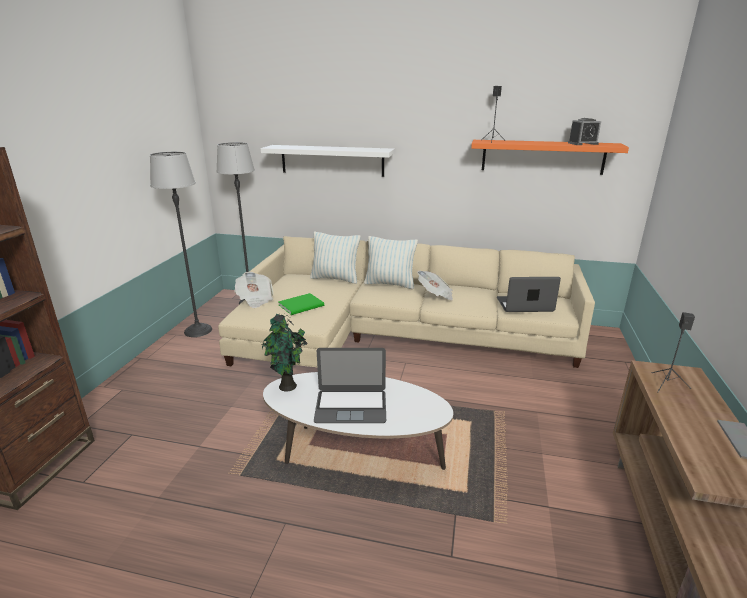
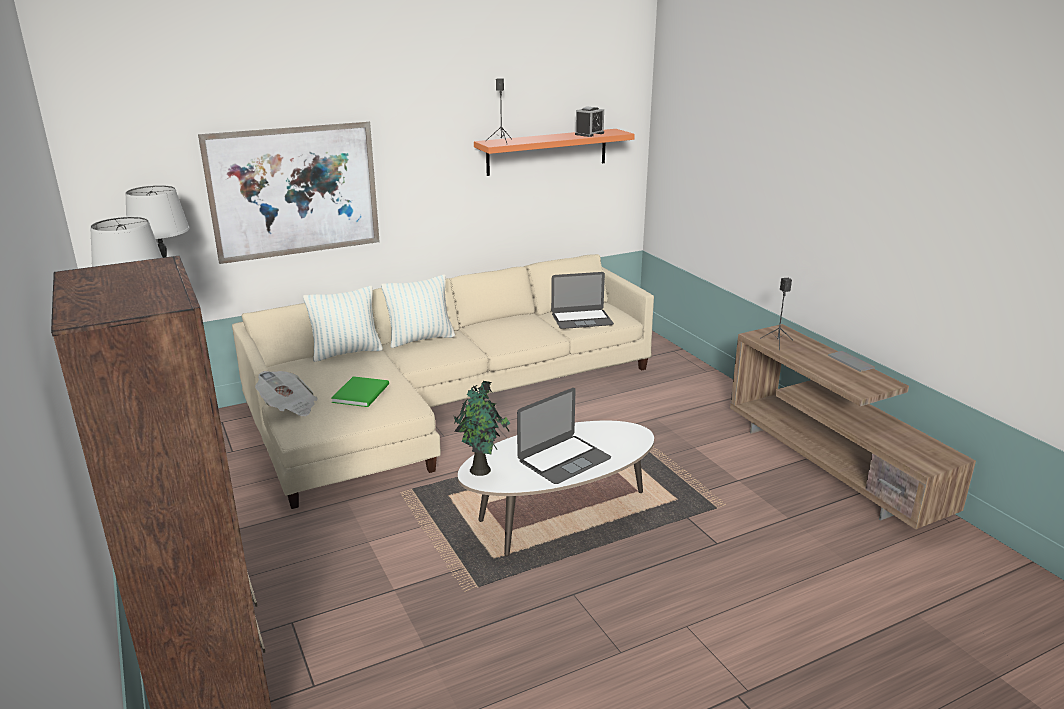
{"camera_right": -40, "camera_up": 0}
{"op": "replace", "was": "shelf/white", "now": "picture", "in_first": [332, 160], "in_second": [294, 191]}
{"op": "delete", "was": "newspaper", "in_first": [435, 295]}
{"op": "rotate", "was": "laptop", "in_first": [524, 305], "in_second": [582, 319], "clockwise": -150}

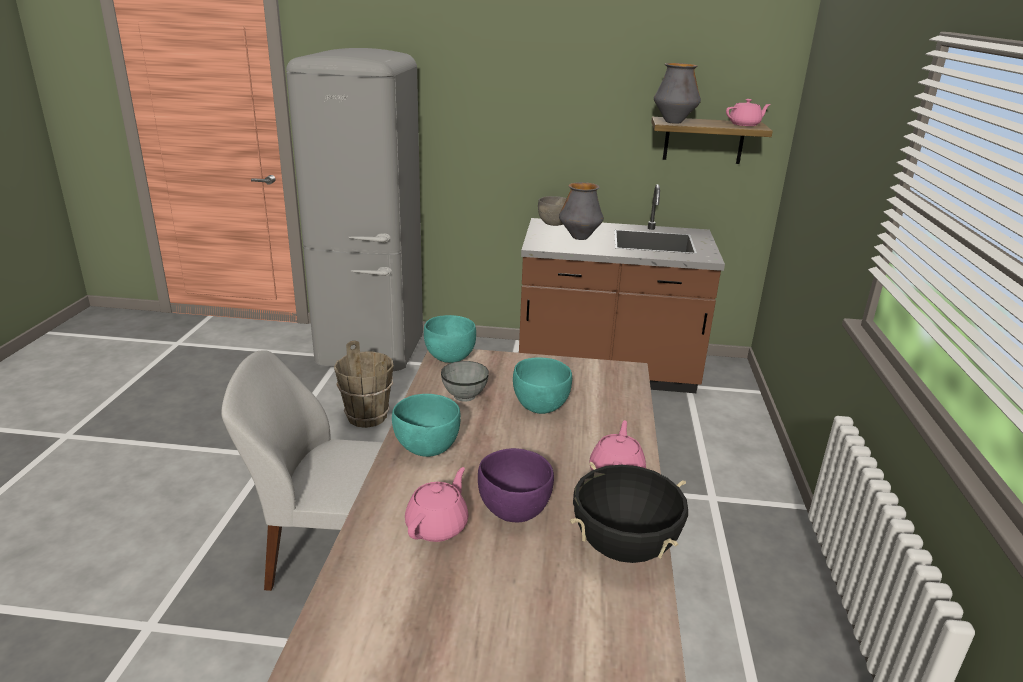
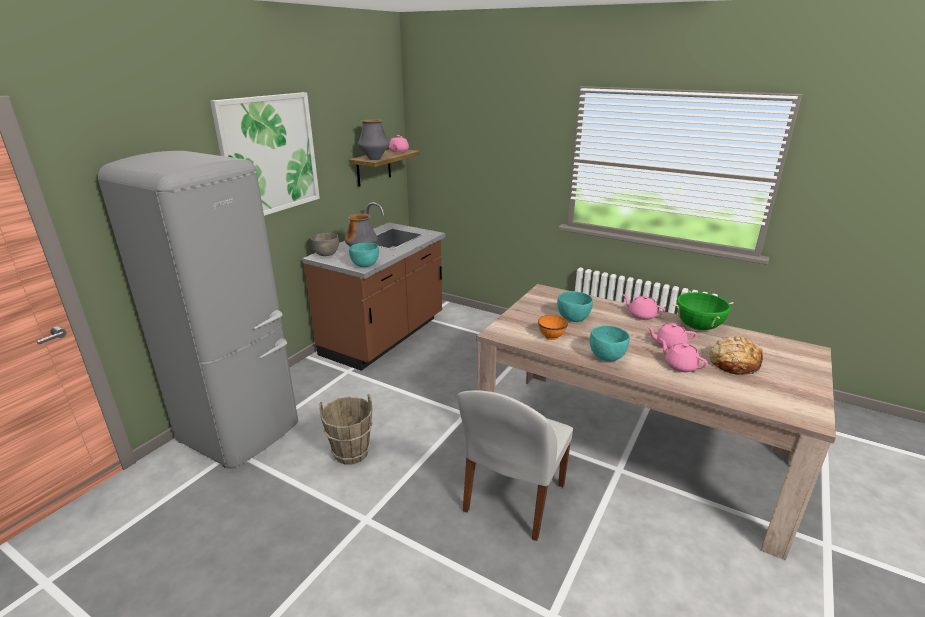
{"camera_right": -65, "camera_up": 0}
{"op": "move", "was": "bowl/turquoise", "in_first": [450, 358], "in_second": [365, 265]}
{"op": "recolor", "was": "bowl/grey", "now": "bowl/orange", "in_first": [464, 395], "in_second": [551, 336]}
{"op": "replace", "was": "bowl/purple", "now": "teapot/pink", "in_first": [513, 510], "in_second": [669, 345]}
{"op": "recolor", "was": "cooking pot/black", "now": "cooking pot/green", "in_first": [623, 547], "in_second": [698, 327]}
{"op": "insert", "now": "picture", "in_second": [269, 155]}
{"op": "insert", "now": "bread", "in_second": [734, 363]}

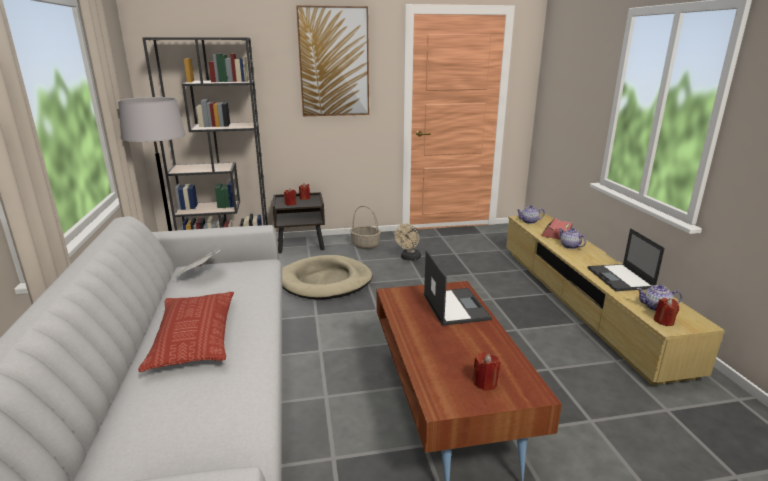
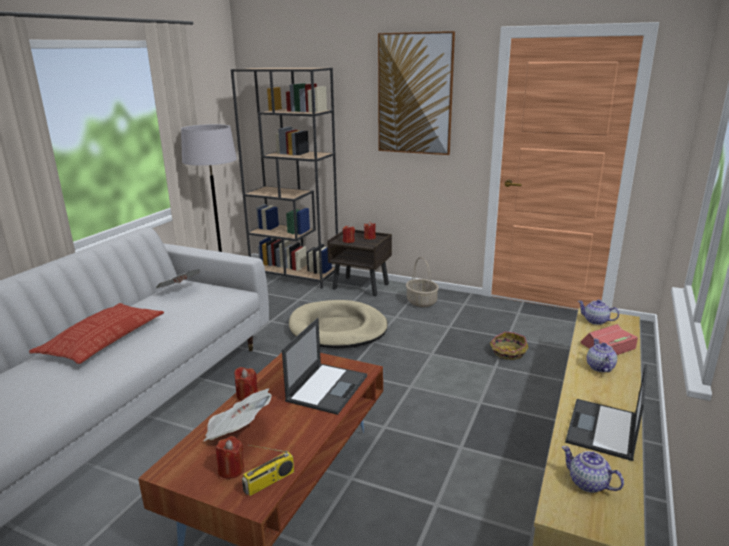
{"camera_right": 35, "camera_up": 0}
{"op": "delete", "was": "fan/beige", "in_first": [409, 258]}
{"op": "move", "was": "candle/red", "in_first": [664, 321], "in_second": [247, 395]}
{"op": "insert", "now": "newspaper", "in_second": [238, 430]}
{"op": "insert", "now": "radio", "in_second": [269, 482]}
{"op": "insert", "now": "basket", "in_second": [507, 352]}

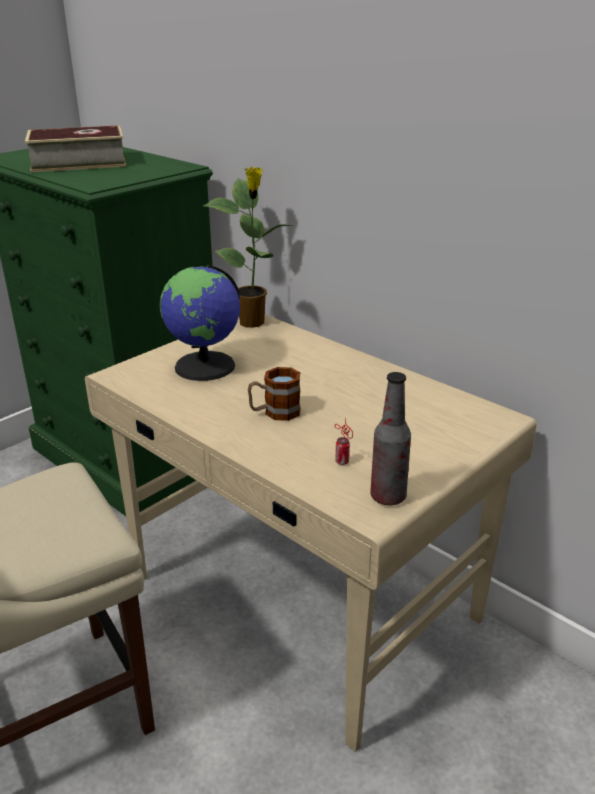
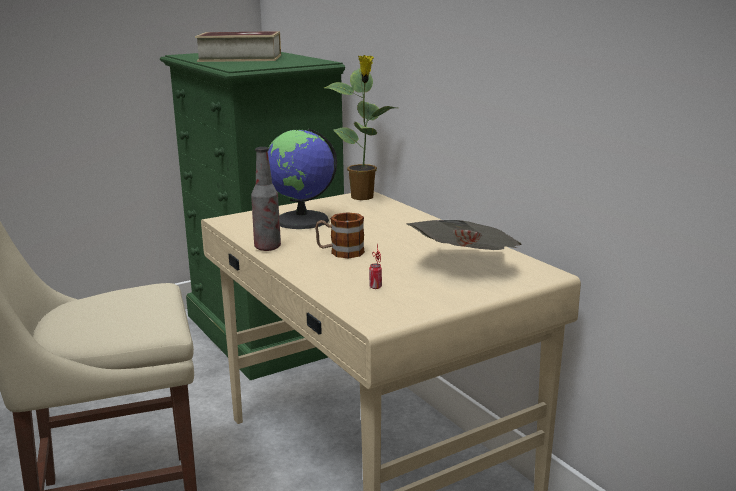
{"camera_right": 15, "camera_up": -10}
{"op": "move", "was": "bottle", "in_first": [388, 497], "in_second": [267, 247]}
{"op": "insert", "now": "newspaper", "in_second": [465, 265]}

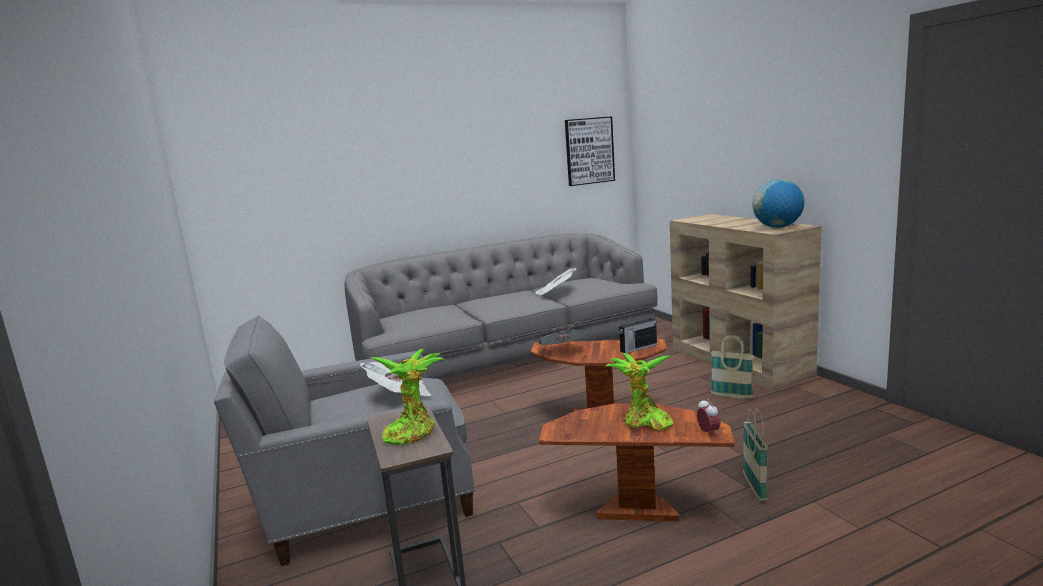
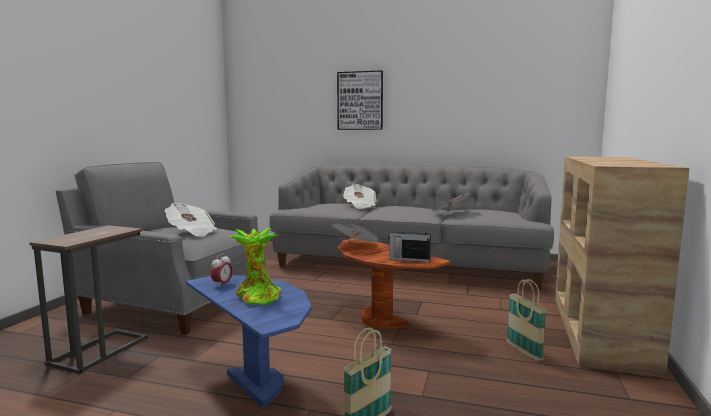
{"camera_right": 40, "camera_up": -5}
{"op": "delete", "was": "potted plant", "in_first": [412, 432]}
{"op": "recolor", "was": "side table/brown", "now": "side table/blue", "in_first": [637, 511], "in_second": [256, 385]}
{"op": "move", "was": "picture", "in_first": [589, 151], "in_second": [360, 100]}
{"op": "move", "was": "alarm clock", "in_first": [708, 432], "in_second": [222, 284]}
{"op": "delete", "was": "globe", "in_first": [777, 227]}
{"op": "insert", "now": "newspaper", "in_second": [360, 206]}

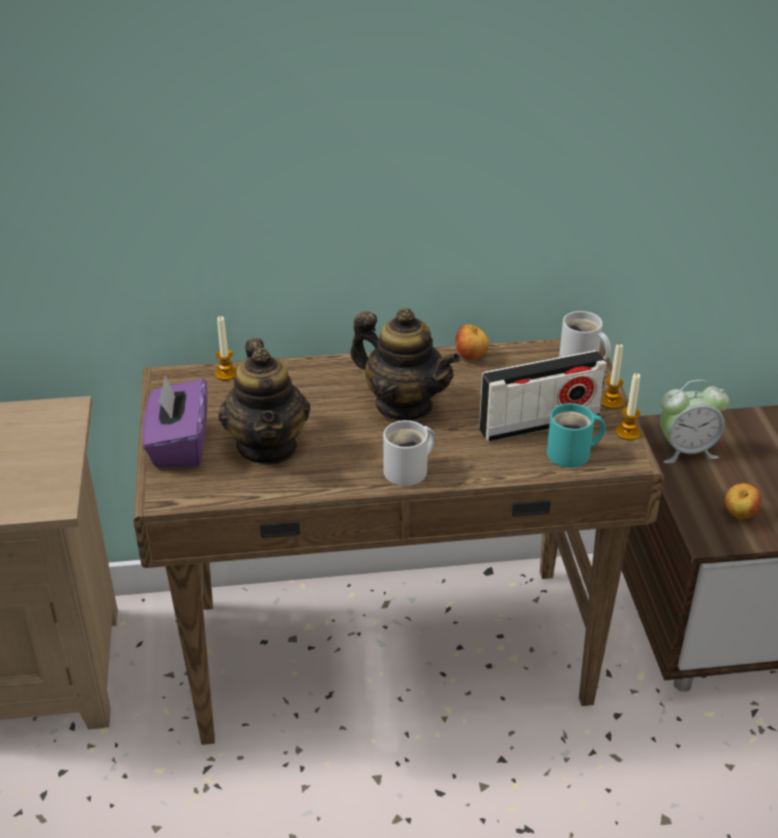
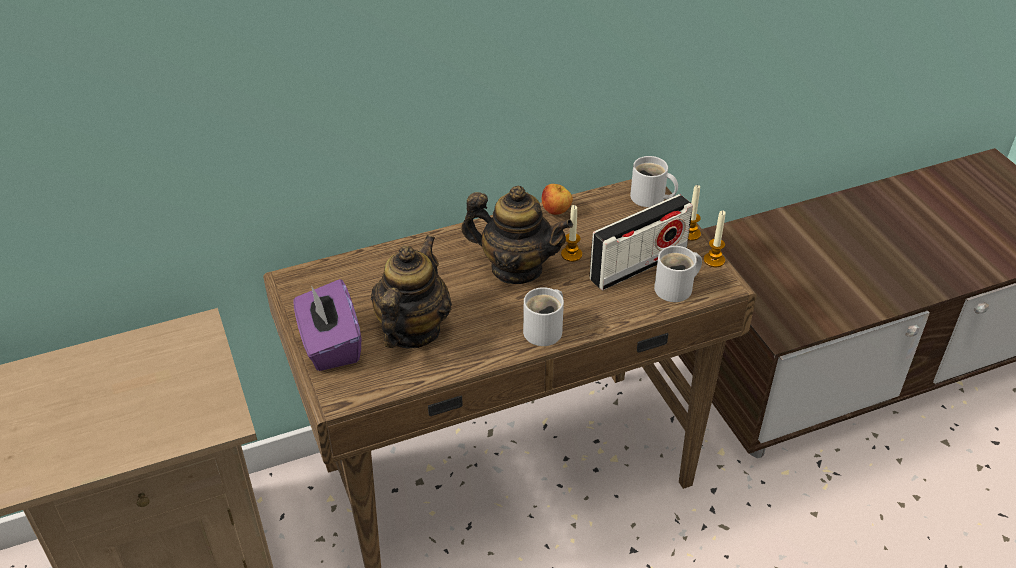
{"camera_right": -15, "camera_up": 5}
{"op": "move", "was": "candle", "in_first": [226, 373], "in_second": [571, 254]}
{"op": "rotate", "was": "teapot", "in_first": [268, 446], "in_second": [412, 330], "clockwise": -135}
{"op": "recolor", "was": "mug/turquoise", "now": "mug/white", "in_first": [573, 454], "in_second": [677, 288]}
{"op": "delete", "was": "alarm clock", "in_first": [686, 450]}
{"op": "delete", "was": "apple", "in_first": [739, 515]}

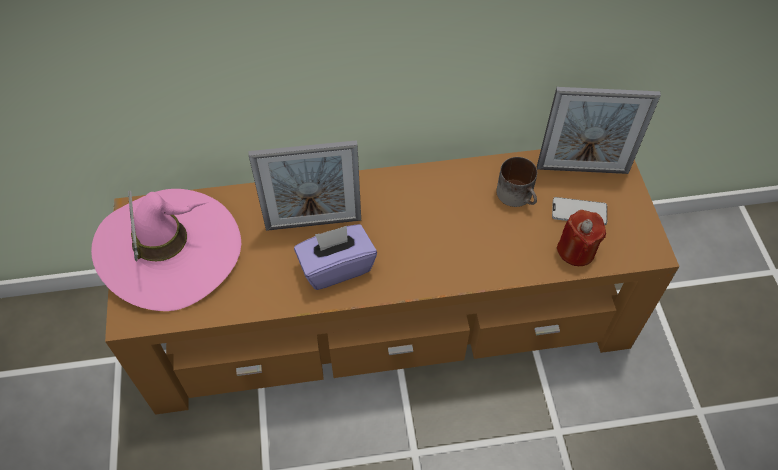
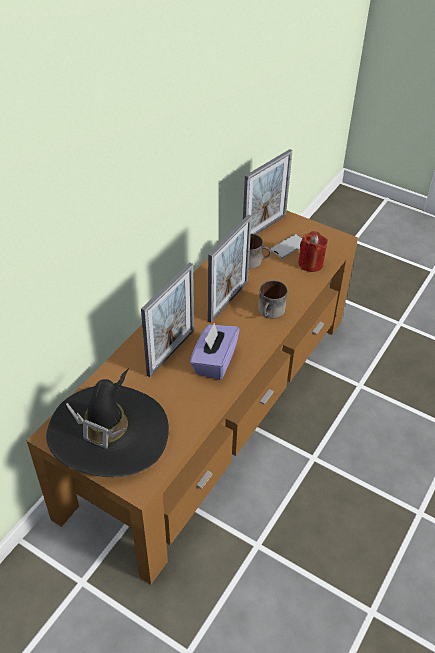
{"camera_right": -50, "camera_up": -10}
{"op": "recolor", "was": "hat/pink", "now": "hat/black", "in_first": [170, 250], "in_second": [108, 433]}
{"op": "insert", "now": "picture frame", "in_second": [228, 301]}
{"op": "insert", "now": "mug", "in_second": [271, 312]}

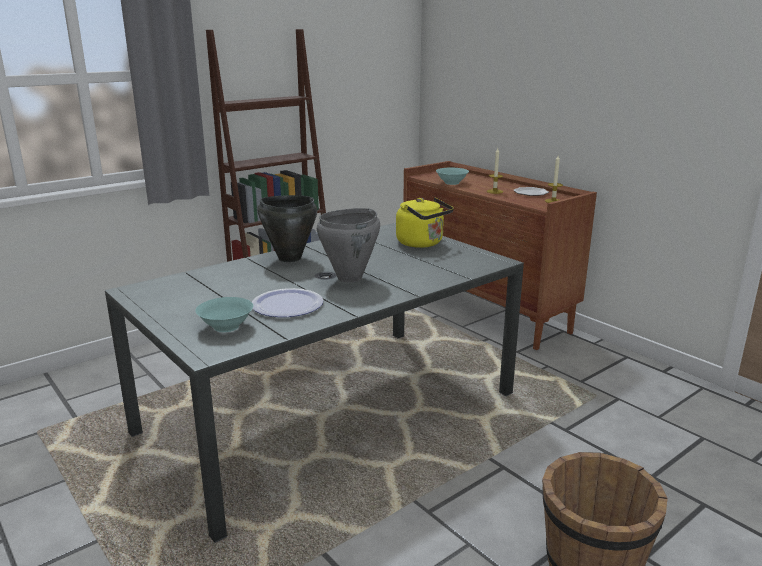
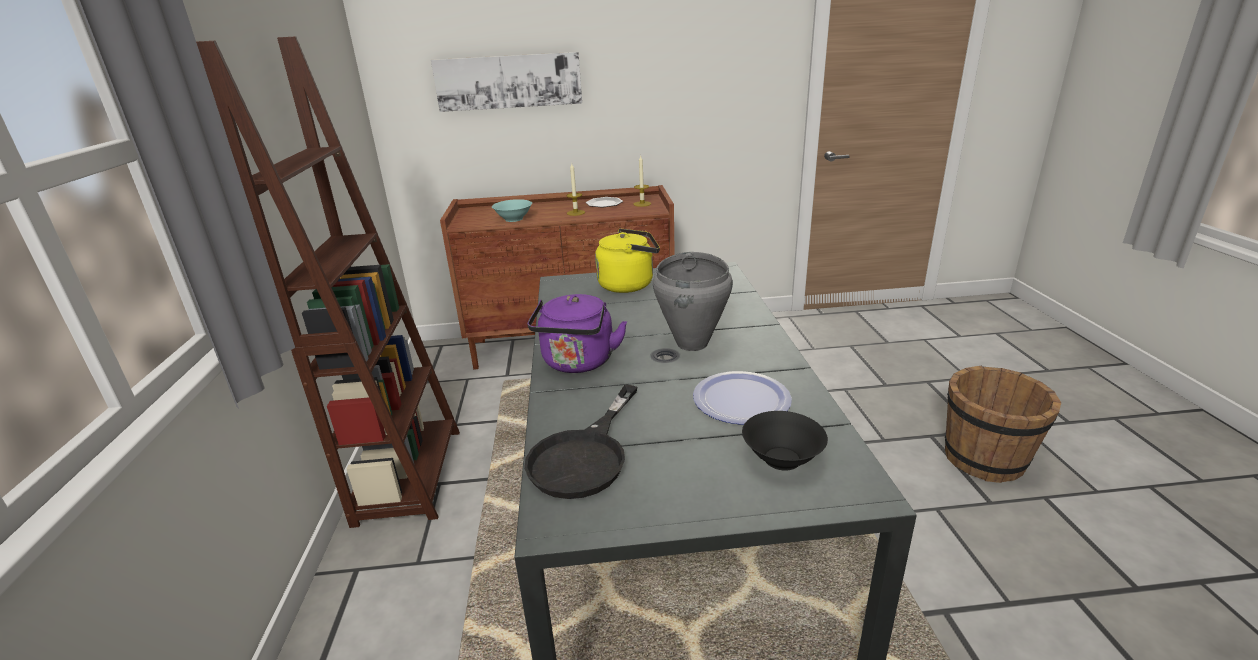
{"camera_right": -55, "camera_up": 5}
{"op": "recolor", "was": "bowl/turquoise", "now": "bowl/black", "in_first": [226, 326], "in_second": [781, 459]}
{"op": "replace", "was": "cooking pot/black", "now": "kettle/purple", "in_first": [289, 258], "in_second": [578, 363]}
{"op": "insert", "now": "picture", "in_second": [508, 81]}
{"op": "insert", "now": "frying pan/black", "in_second": [585, 455]}

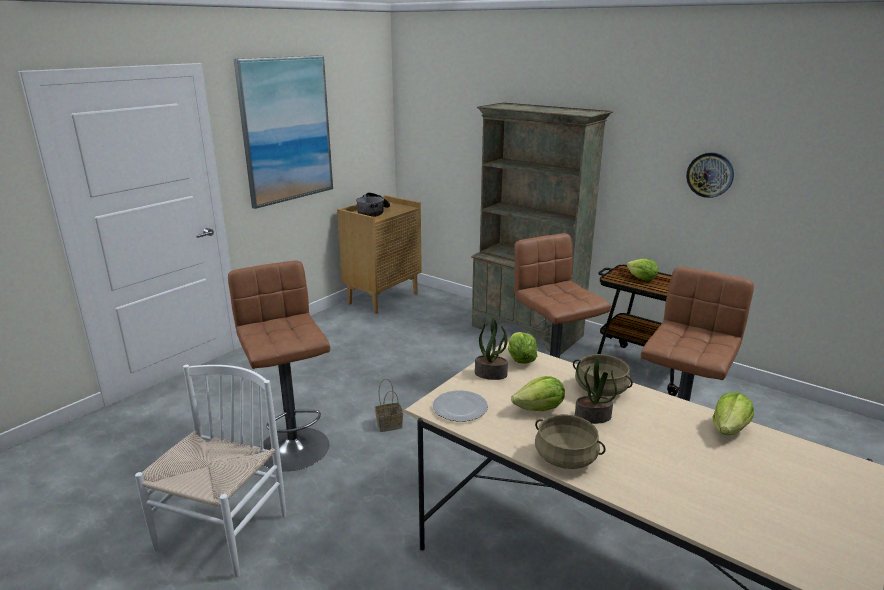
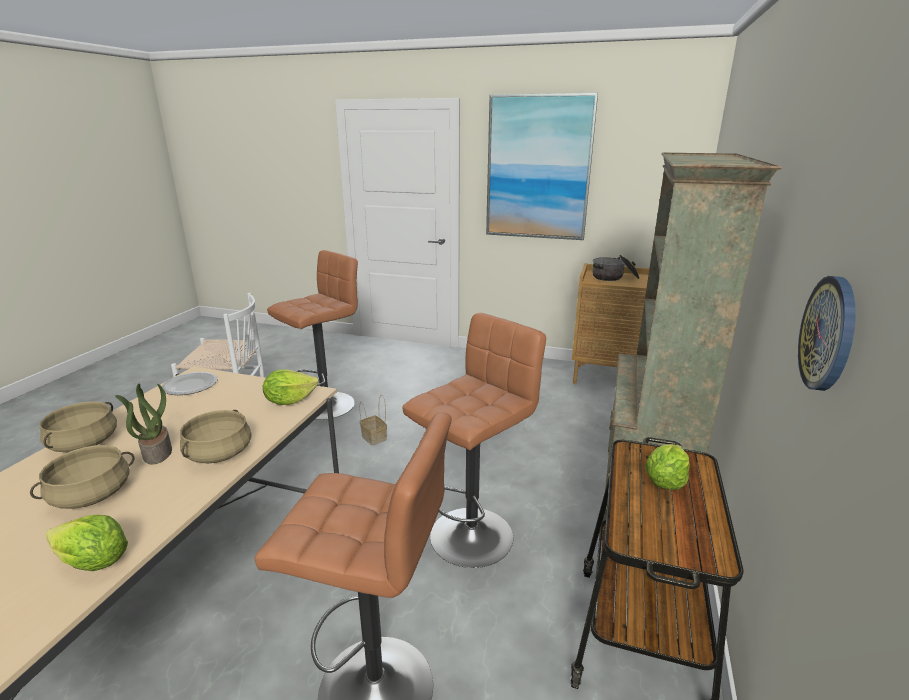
{"camera_right": 70, "camera_up": 0}
{"op": "delete", "was": "potted plant", "in_first": [491, 374]}
{"op": "delete", "was": "lettuce", "in_first": [540, 409]}
{"op": "insert", "now": "cooking pot/beige", "in_second": [91, 495]}

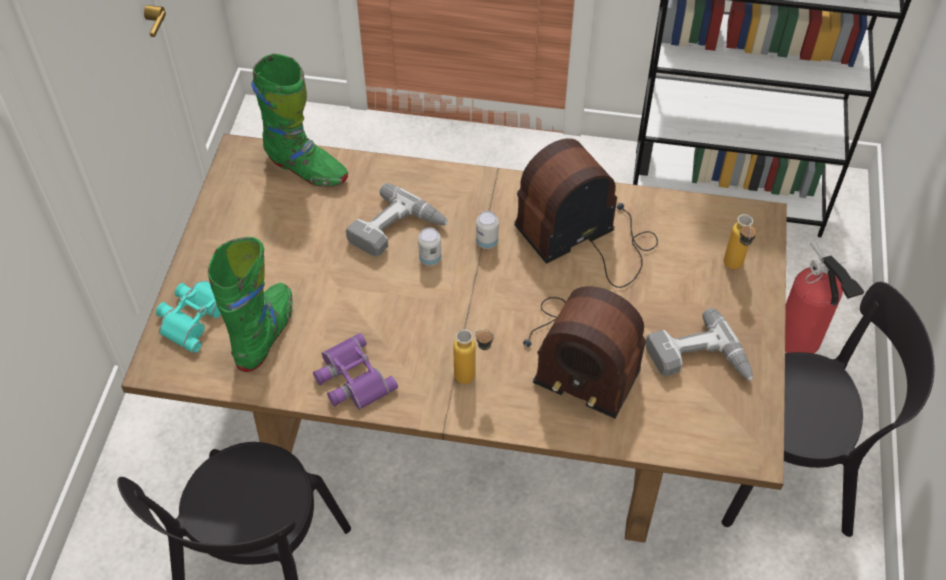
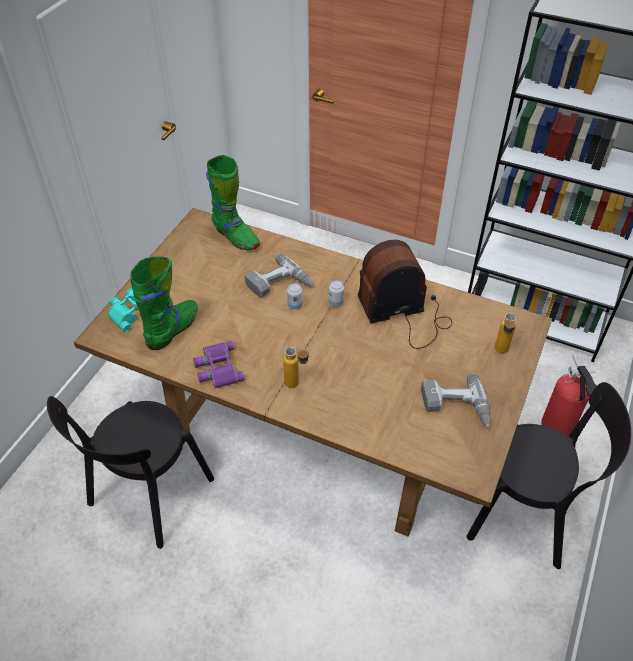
{"camera_right": 15, "camera_up": -5}
{"op": "delete", "was": "radio", "in_first": [581, 354]}

